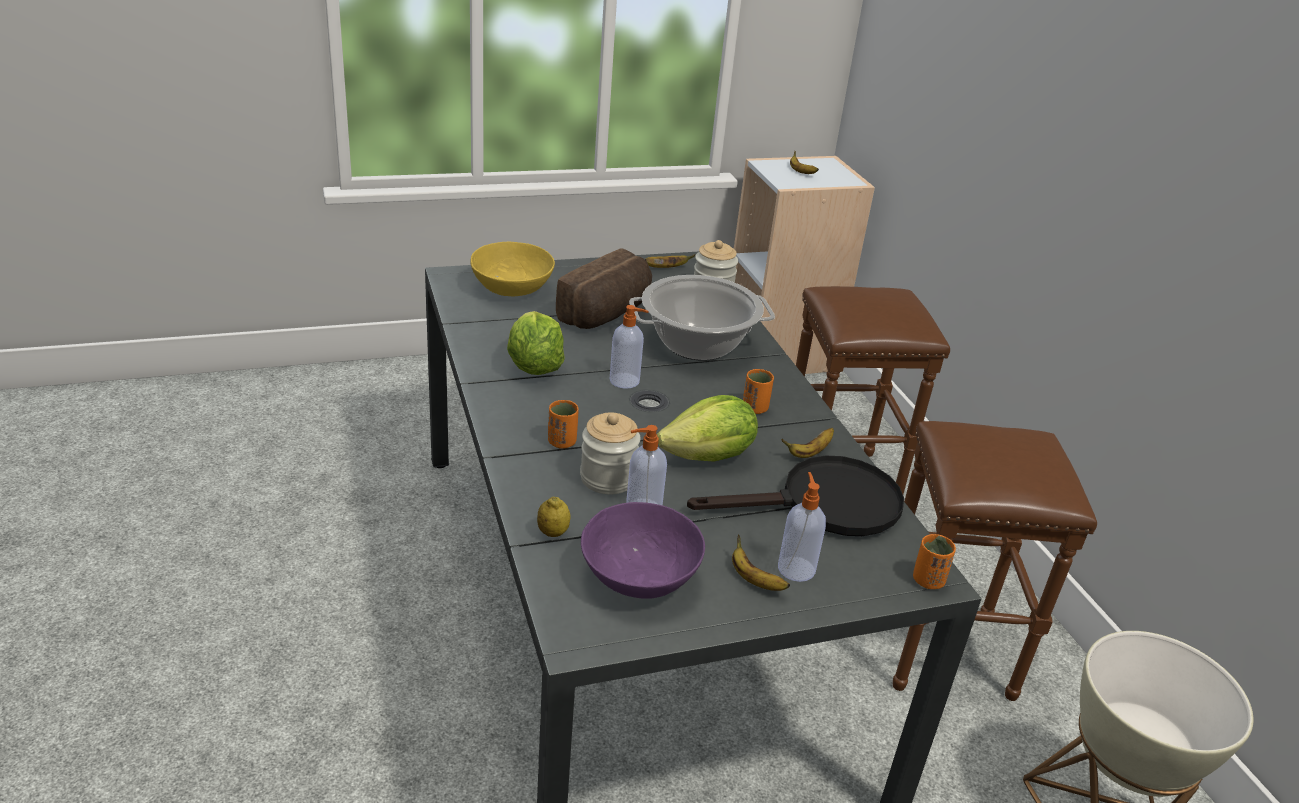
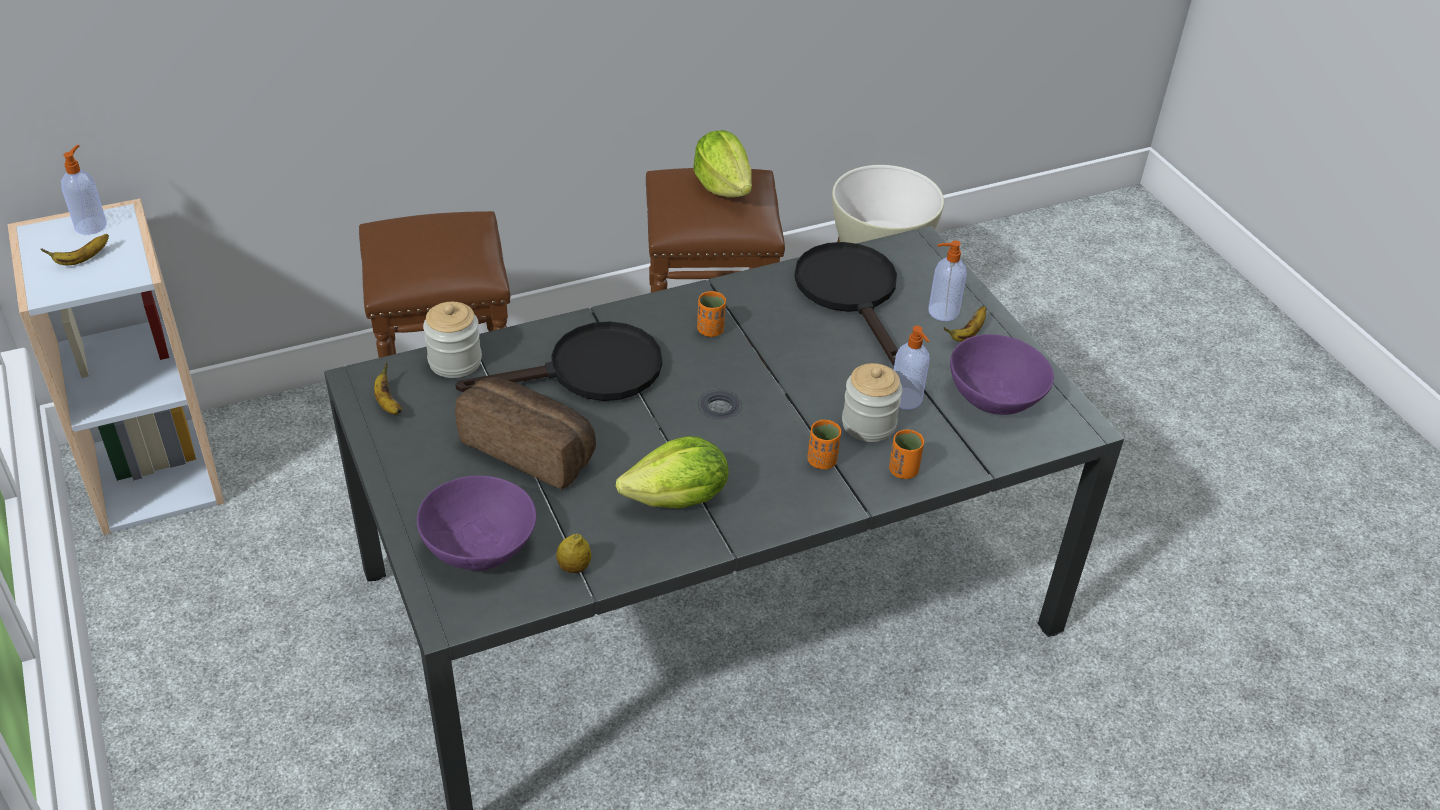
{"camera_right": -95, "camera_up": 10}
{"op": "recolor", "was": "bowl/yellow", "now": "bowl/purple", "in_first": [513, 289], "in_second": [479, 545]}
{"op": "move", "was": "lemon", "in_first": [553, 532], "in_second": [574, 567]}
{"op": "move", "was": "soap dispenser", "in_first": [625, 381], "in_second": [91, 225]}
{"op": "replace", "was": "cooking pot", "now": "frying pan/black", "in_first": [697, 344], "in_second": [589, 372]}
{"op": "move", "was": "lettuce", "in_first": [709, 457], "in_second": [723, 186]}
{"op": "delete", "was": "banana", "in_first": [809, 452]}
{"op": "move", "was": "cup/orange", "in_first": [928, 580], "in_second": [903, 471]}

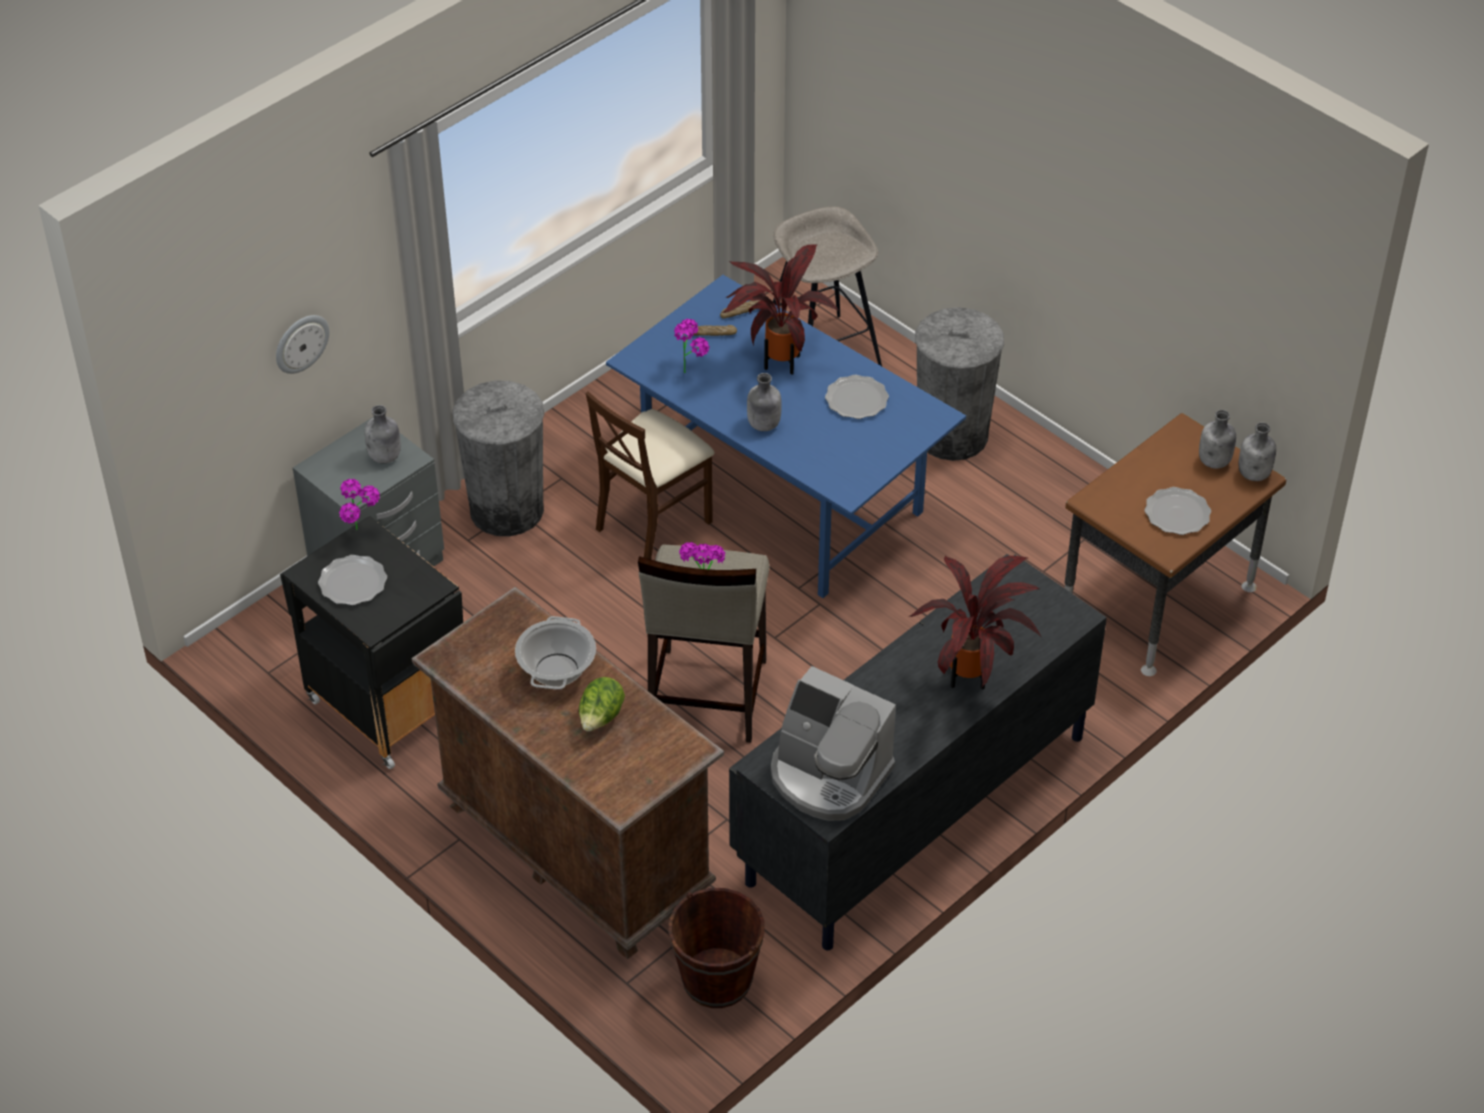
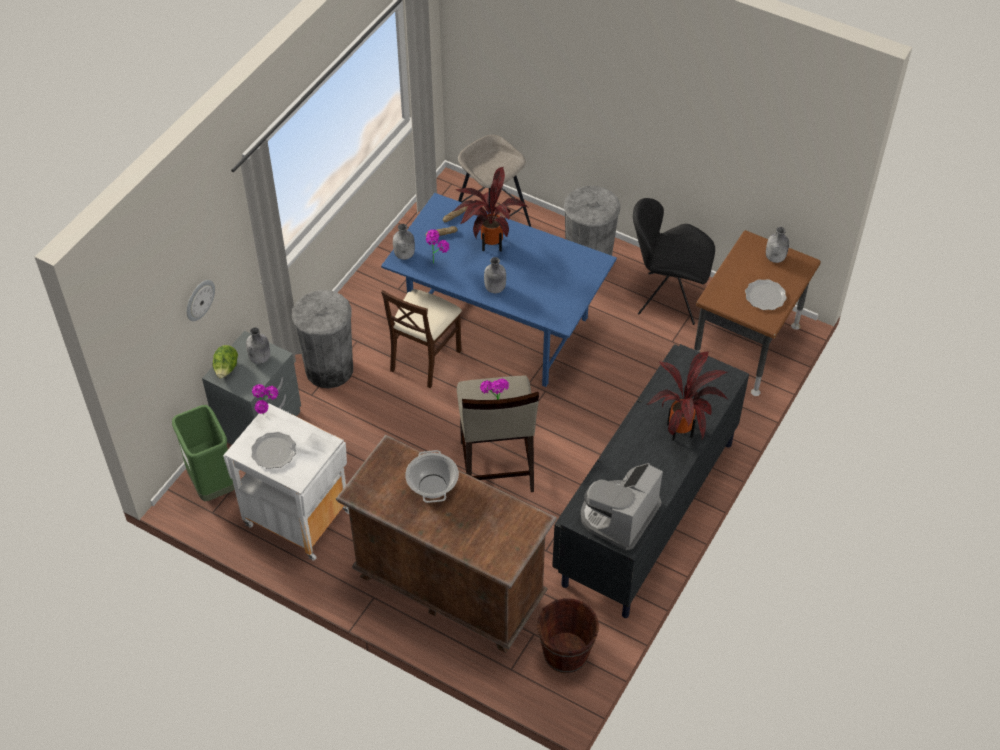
{"camera_right": -15, "camera_up": 5}
{"op": "recolor", "was": "cart/black", "now": "cart/white", "in_first": [386, 704], "in_second": [296, 517]}
{"op": "move", "was": "lettuce", "in_first": [601, 718], "in_second": [226, 369]}
{"op": "rotate", "was": "coffee machine", "in_first": [828, 776], "in_second": [618, 516], "clockwise": 105}
{"op": "delete", "was": "plate", "in_first": [857, 399]}
{"op": "move", "was": "bottle/grey", "in_first": [1254, 474], "in_second": [405, 255]}
{"op": "insert", "now": "trash can/green", "in_second": [213, 484]}
{"op": "insert", "now": "chair/black", "in_second": [667, 298]}

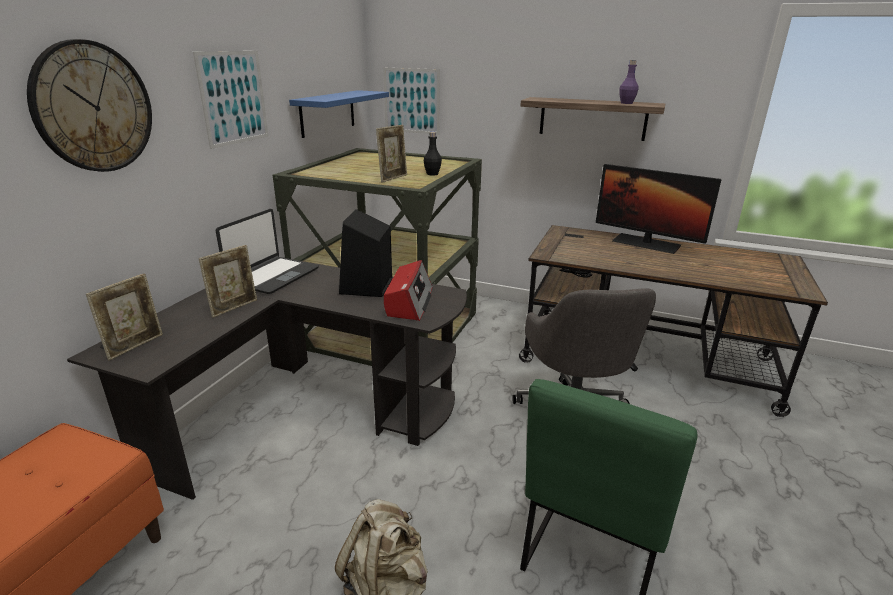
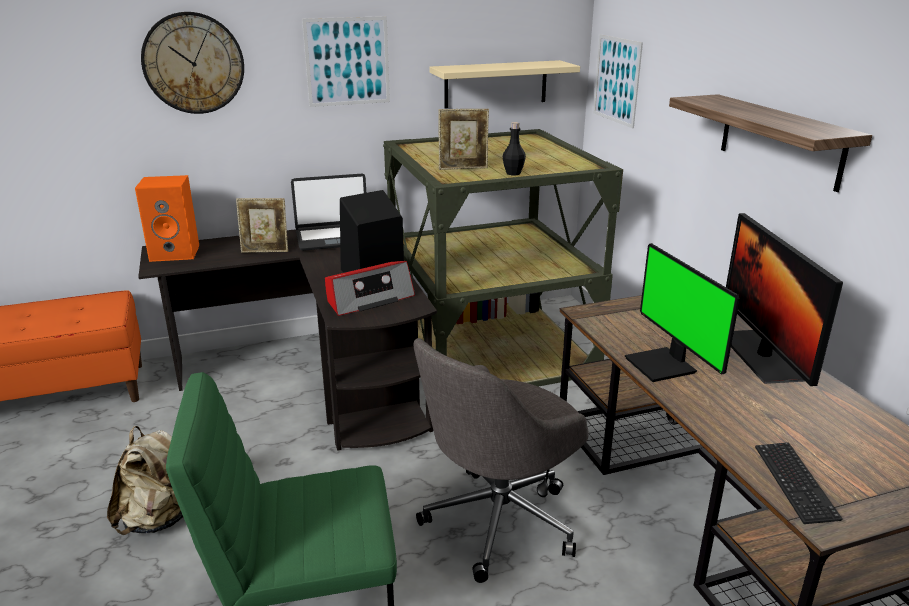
{"camera_right": 50, "camera_up": 0}
{"op": "replace", "was": "picture frame", "now": "speaker/orange", "in_first": [135, 346], "in_second": [176, 253]}
{"op": "recolor", "was": "shelf/blue", "now": "shelf/beige", "in_first": [328, 113], "in_second": [496, 84]}
{"op": "delete", "was": "bottle/purple", "in_first": [626, 103]}
{"op": "insert", "now": "monitor", "in_second": [663, 365]}
{"op": "insert", "now": "keyboard", "in_second": [794, 483]}

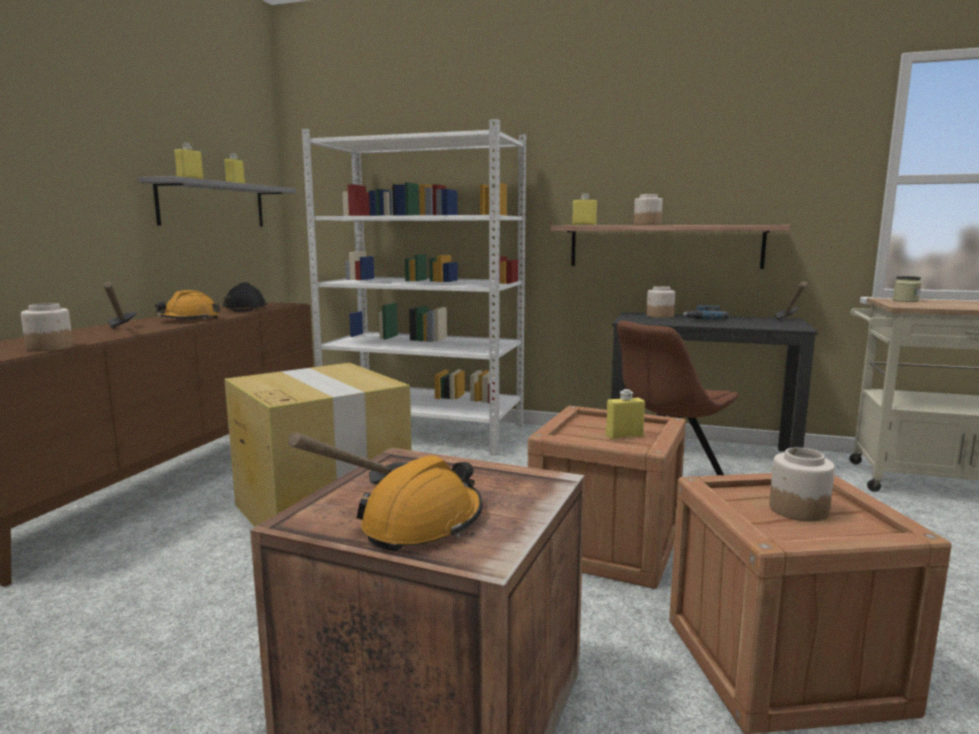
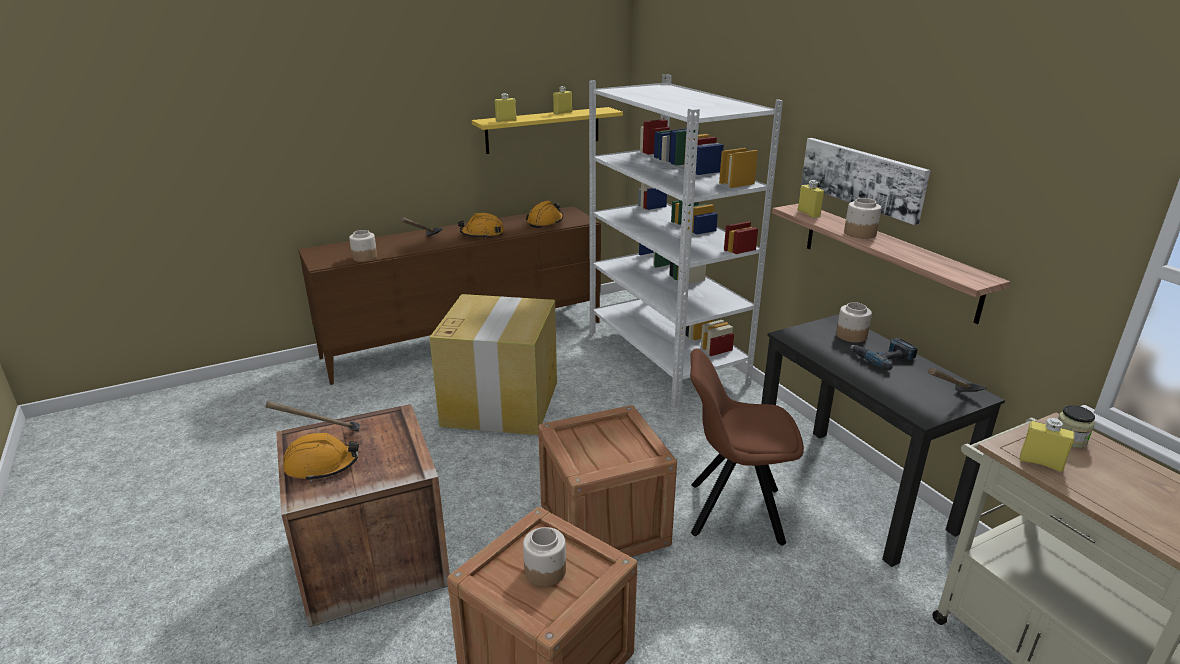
{"camera_right": 45, "camera_up": 15}
{"op": "recolor", "was": "shelf/grey", "now": "shelf/yellow", "in_first": [213, 205], "in_second": [543, 130]}
{"op": "recolor", "was": "hard hat/black", "now": "hard hat/orange", "in_first": [245, 308], "in_second": [545, 222]}
{"op": "move", "was": "bottle/yellow", "in_first": [624, 436], "in_second": [1040, 463]}
{"op": "insert", "now": "picture", "in_second": [862, 177]}

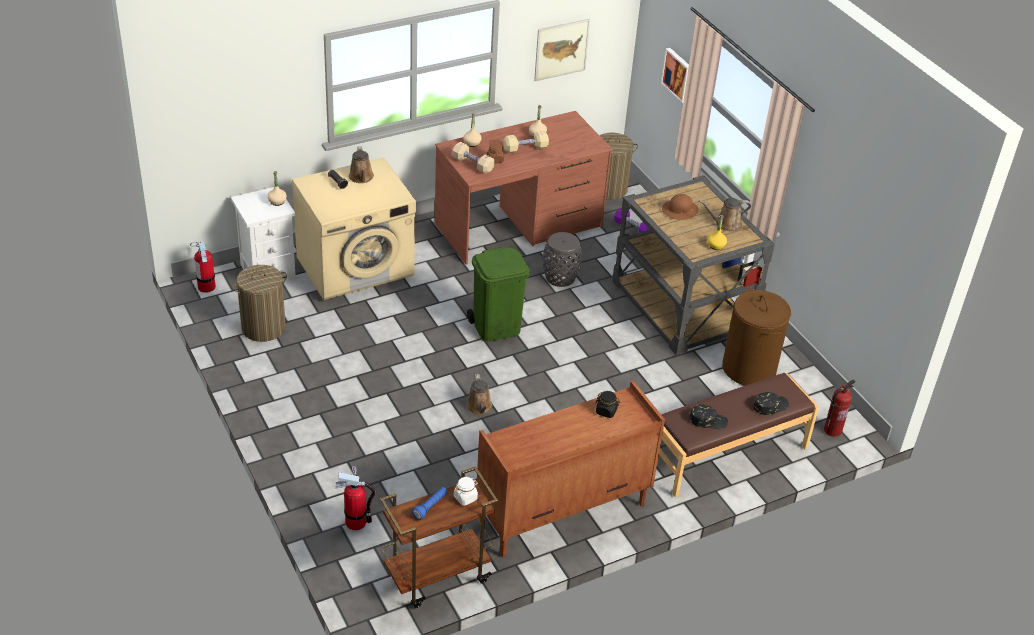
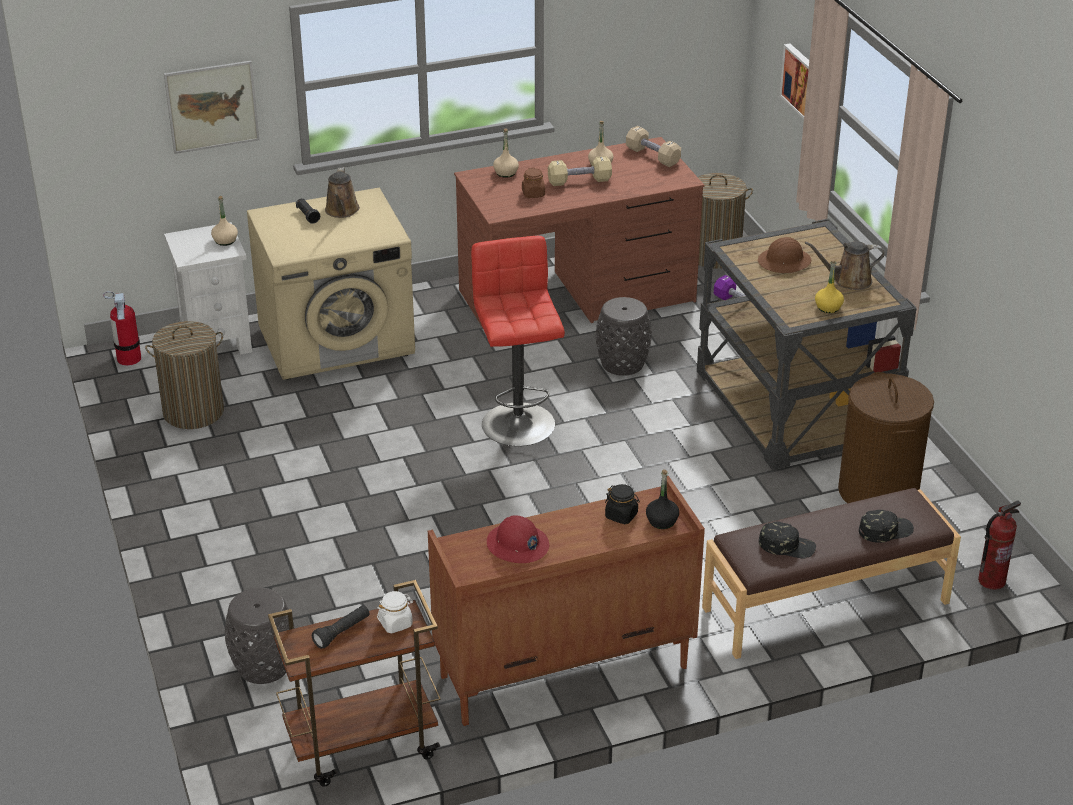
{"camera_right": 10, "camera_up": -5}
{"op": "replace", "was": "fire extinguisher", "now": "stool/grey", "in_first": [356, 522], "in_second": [263, 666]}
{"op": "recolor", "was": "flashlight/blue", "now": "flashlight/black", "in_first": [430, 507], "in_second": [342, 632]}
{"op": "move", "was": "dumbbell/beige", "in_first": [472, 164], "in_second": [652, 156]}
{"op": "delete", "was": "watering can/brown", "in_first": [479, 408]}
{"op": "replace", "was": "trash can/green", "now": "stool/red", "in_first": [497, 327], "in_second": [519, 424]}
{"op": "move", "was": "picture", "in_first": [561, 49], "in_second": [212, 106]}
{"op": "insert", "now": "hard hat/red", "in_second": [517, 545]}
{"op": "insert", "now": "bottle/black", "in_second": [662, 521]}

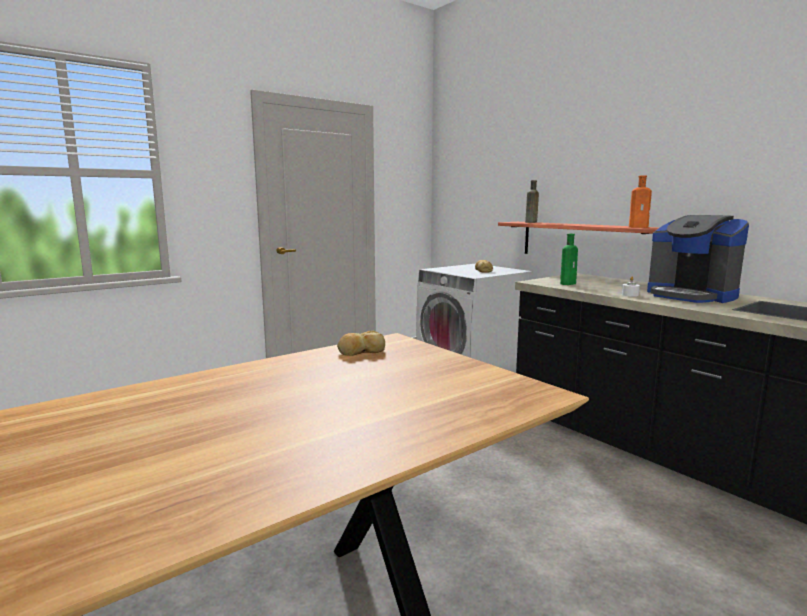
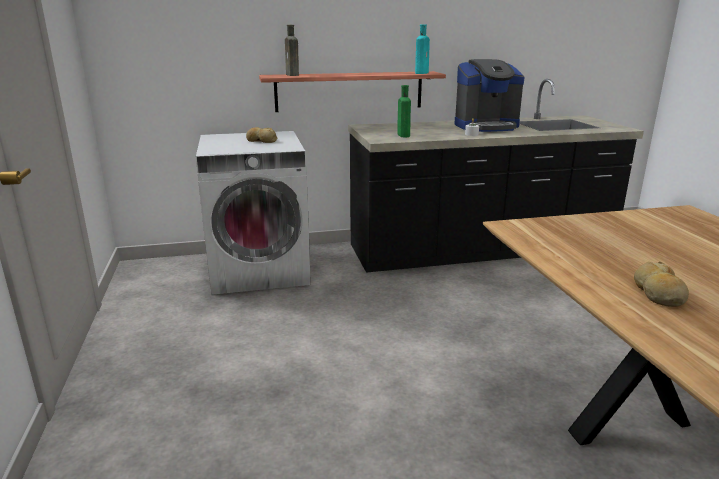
{"camera_right": -65, "camera_up": 10}
{"op": "move", "was": "bread", "in_first": [360, 351], "in_second": [658, 293]}
{"op": "recolor", "was": "bottle/orange", "now": "bottle/turquoise", "in_first": [639, 227], "in_second": [422, 73]}

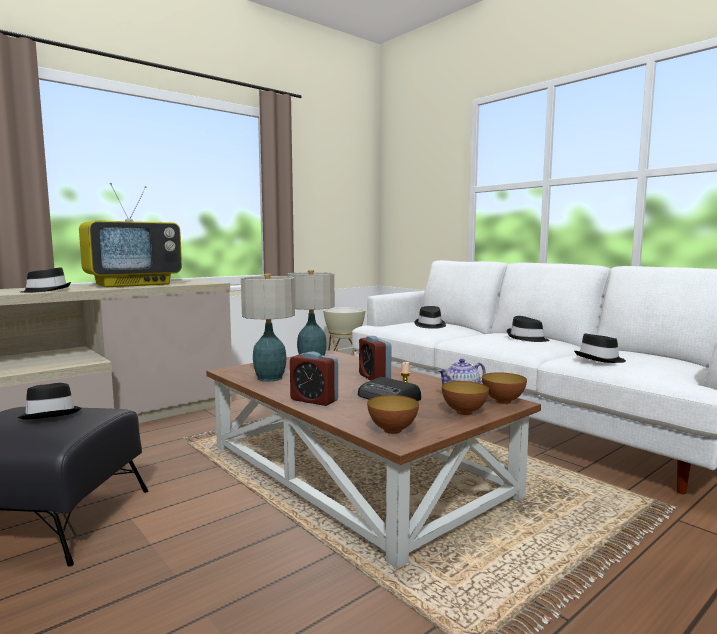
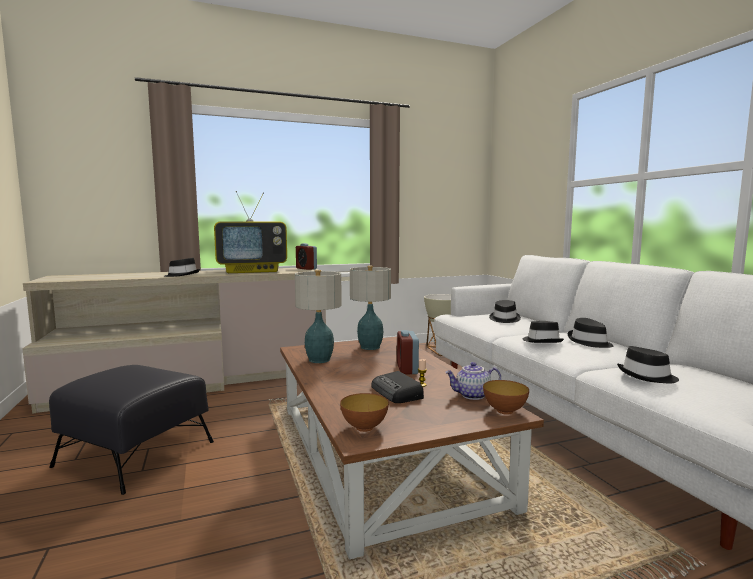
{"camera_right": 20, "camera_up": 0}
{"op": "move", "was": "hat/black", "in_first": [51, 414], "in_second": [542, 341]}
{"op": "move", "was": "alarm clock", "in_first": [314, 400], "in_second": [306, 268]}
{"op": "delete", "was": "bowl", "in_first": [464, 412]}

